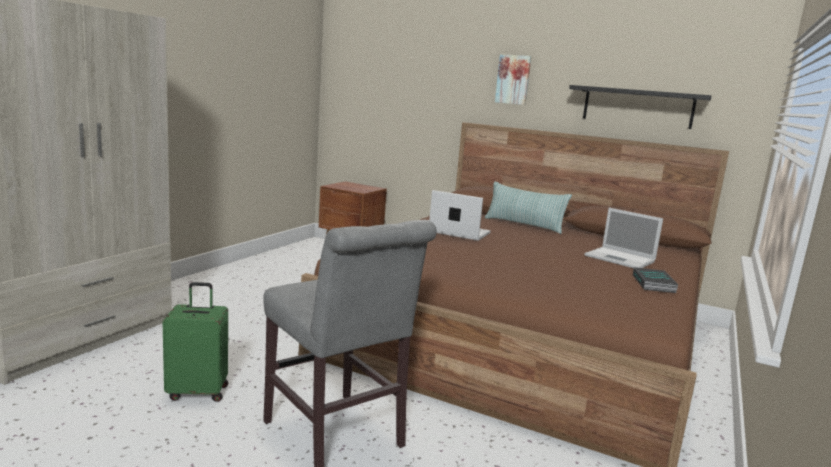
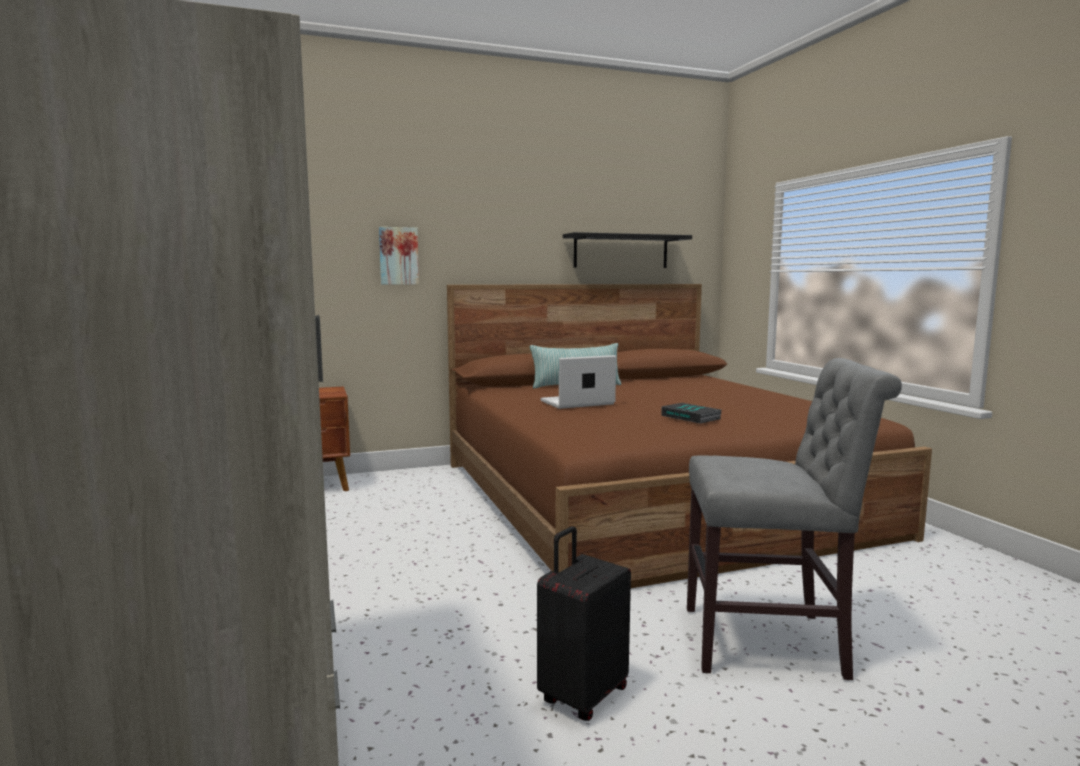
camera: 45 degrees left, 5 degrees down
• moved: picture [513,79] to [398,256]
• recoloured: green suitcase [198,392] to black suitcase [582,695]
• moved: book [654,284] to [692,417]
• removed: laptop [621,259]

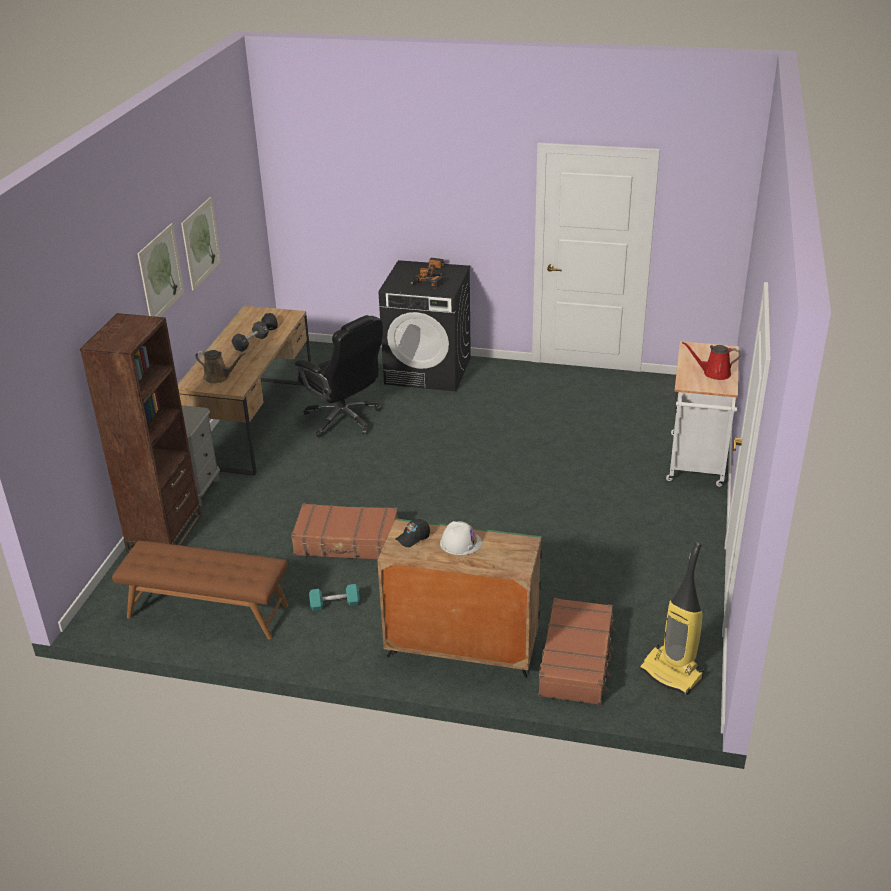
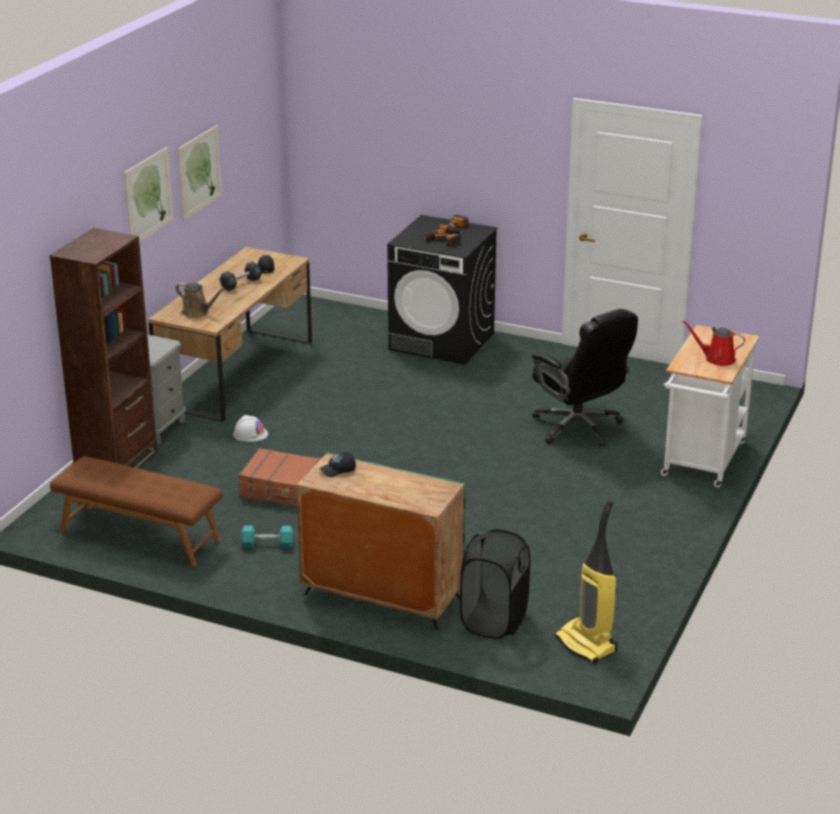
camera: 10 degrees right, 5 degrees down
• moved: white hard hat [460,543] to [250,434]
• replaced: brown suitcase [577,660] to black laundry basket [494,621]
• moved: black office chair [344,419] to [578,428]

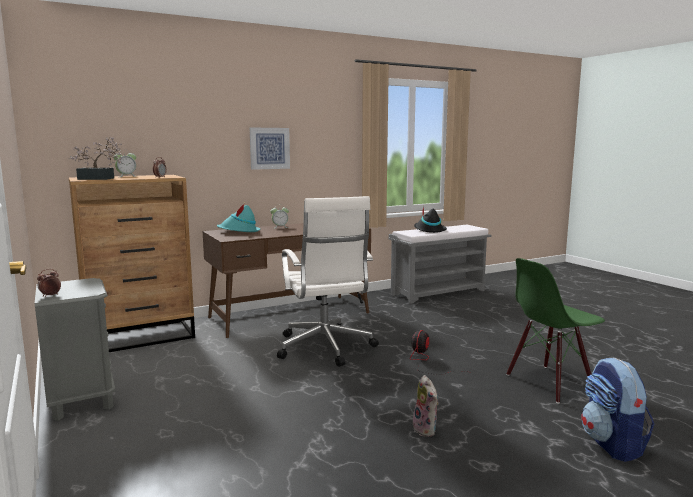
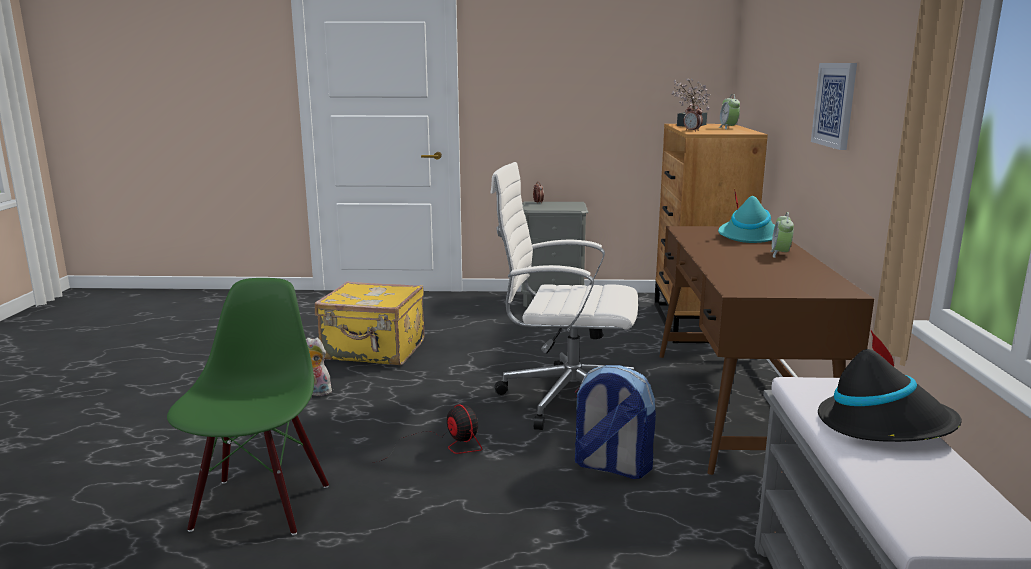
camera: 120 degrees right, 5 degrees up
• added: yellow suitcase [374,351]
• moved: backpack [612,444] to [610,466]

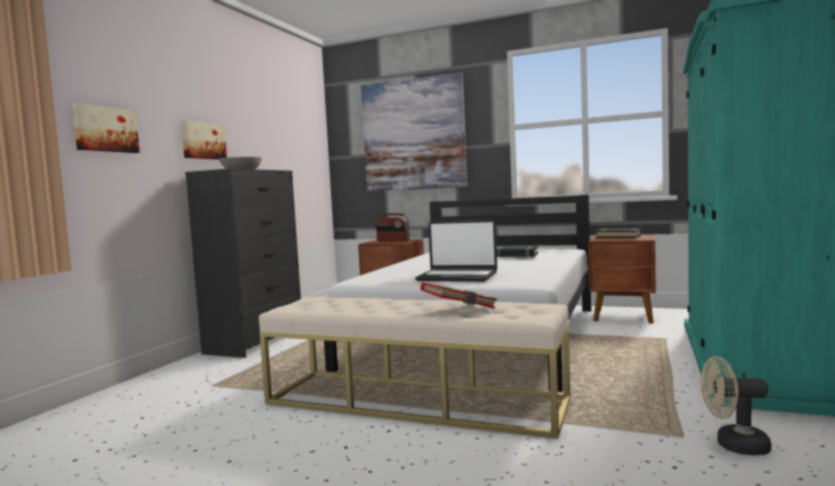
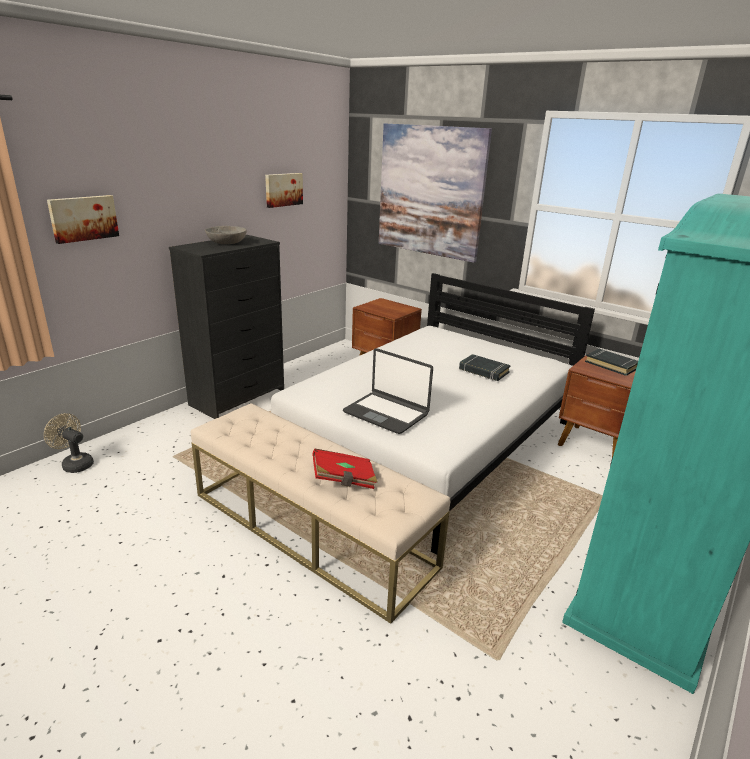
camera: 15 degrees right, 20 degrees up
• moved: beige fan [734,445] to [74,464]
• moved: picture [203,141] to [283,189]
• removed: radio [393,241]

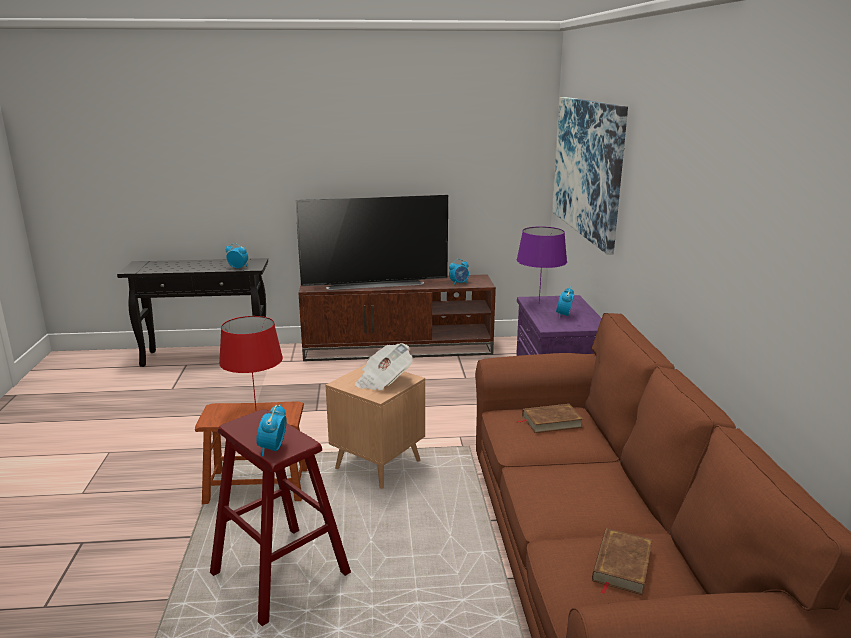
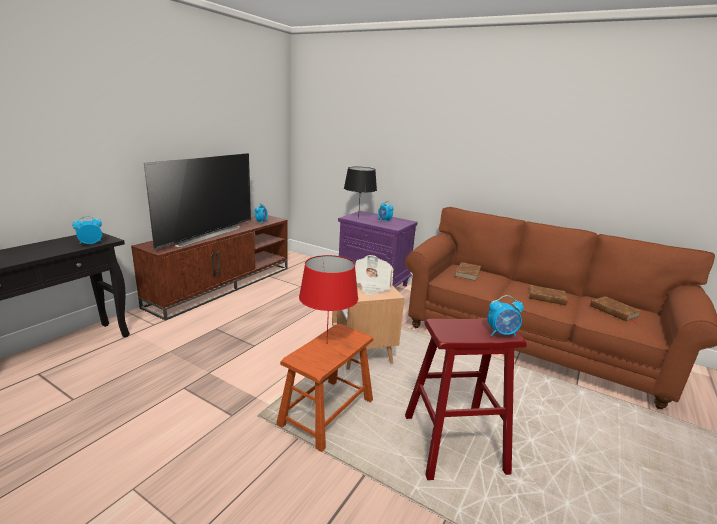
camera: 55 degrees left, 0 degrees up
• recoloured: purple table lamp [539,304] to black table lamp [358,218]
• turned: alarm clock [273,449] = [502,333] 45 degrees counterclockwise
• added: brown book [546,297]
• removed: picture [587,168]

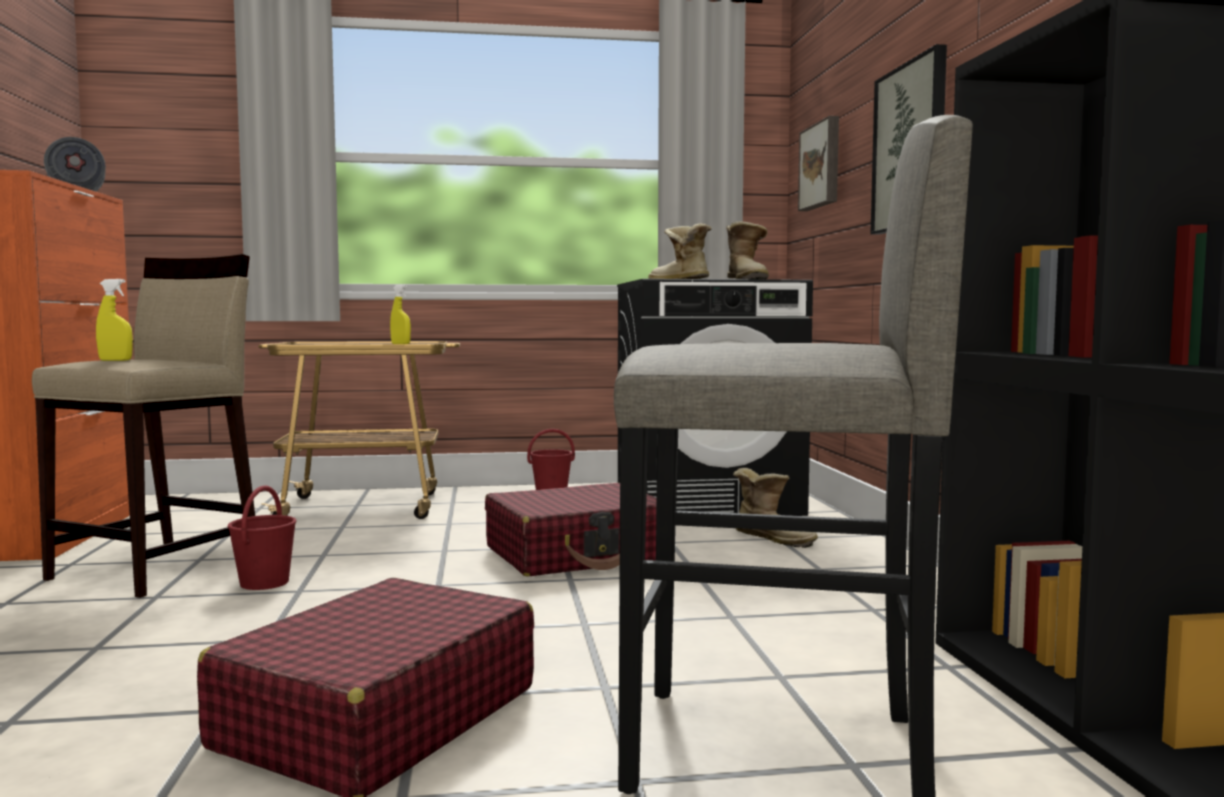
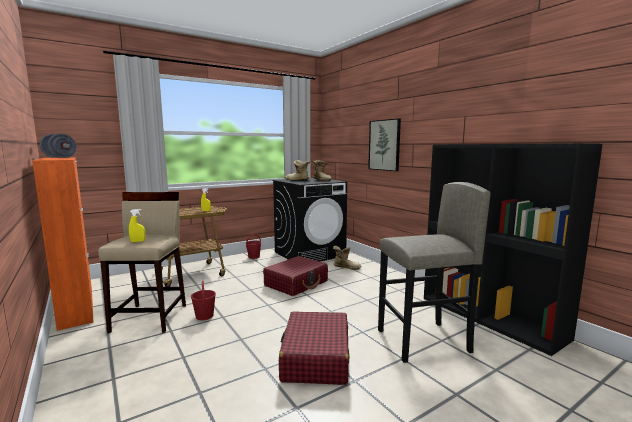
camera: 25 degrees left, 5 degrees up
• removed: picture [822,166]

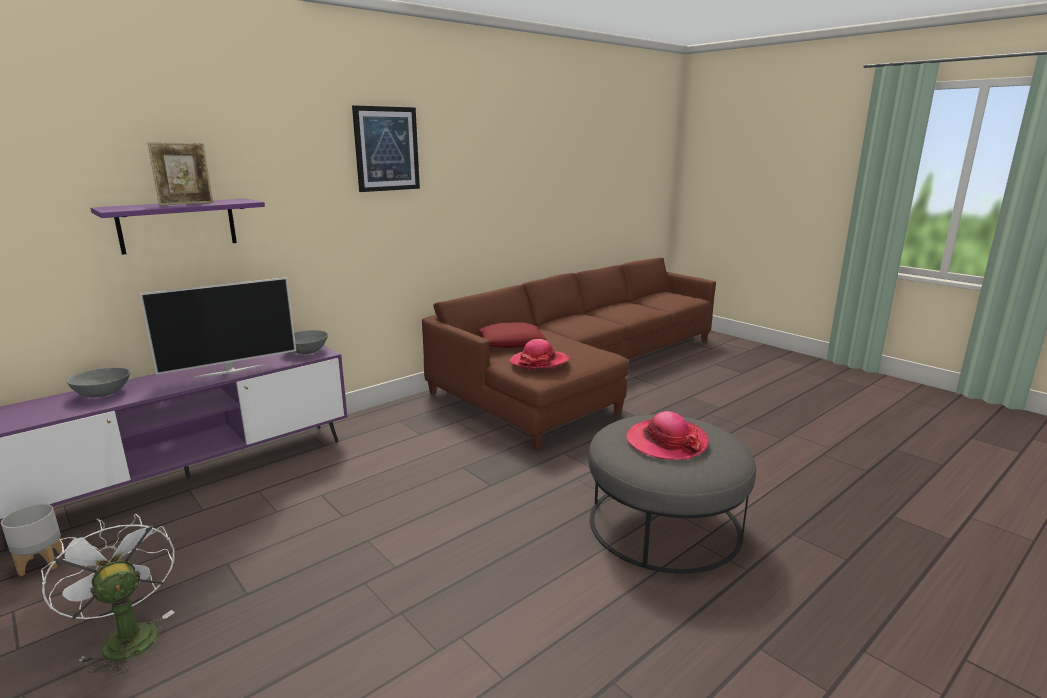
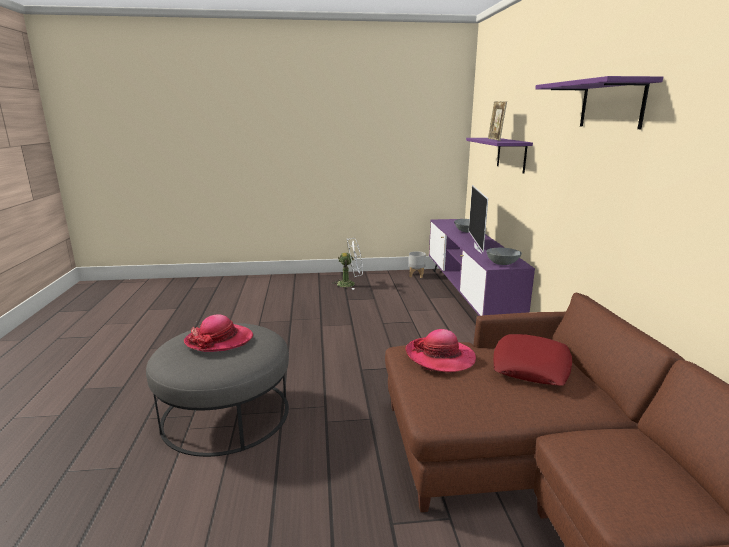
camera: 125 degrees right, 0 degrees up
• replaced: picture [386,149] to purple shelf [611,104]

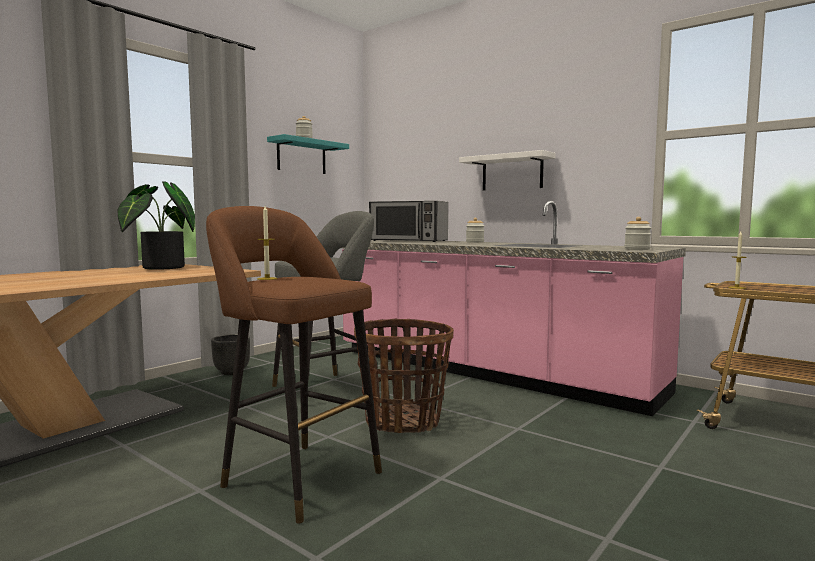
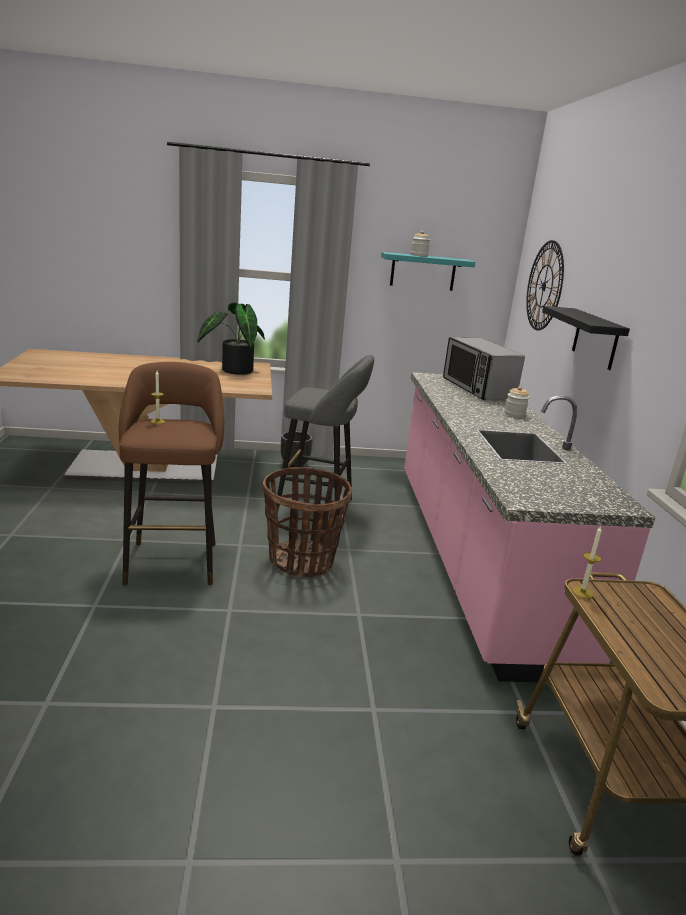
camera: 45 degrees right, 15 degrees up
• added: wall clock [544,286]
• recoloured: white shelf [512,172] to black shelf [595,338]
• removed: jar [637,249]

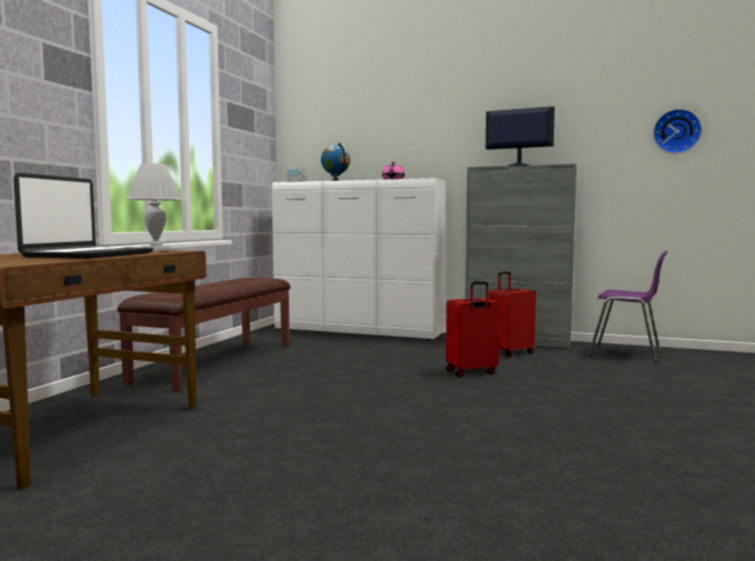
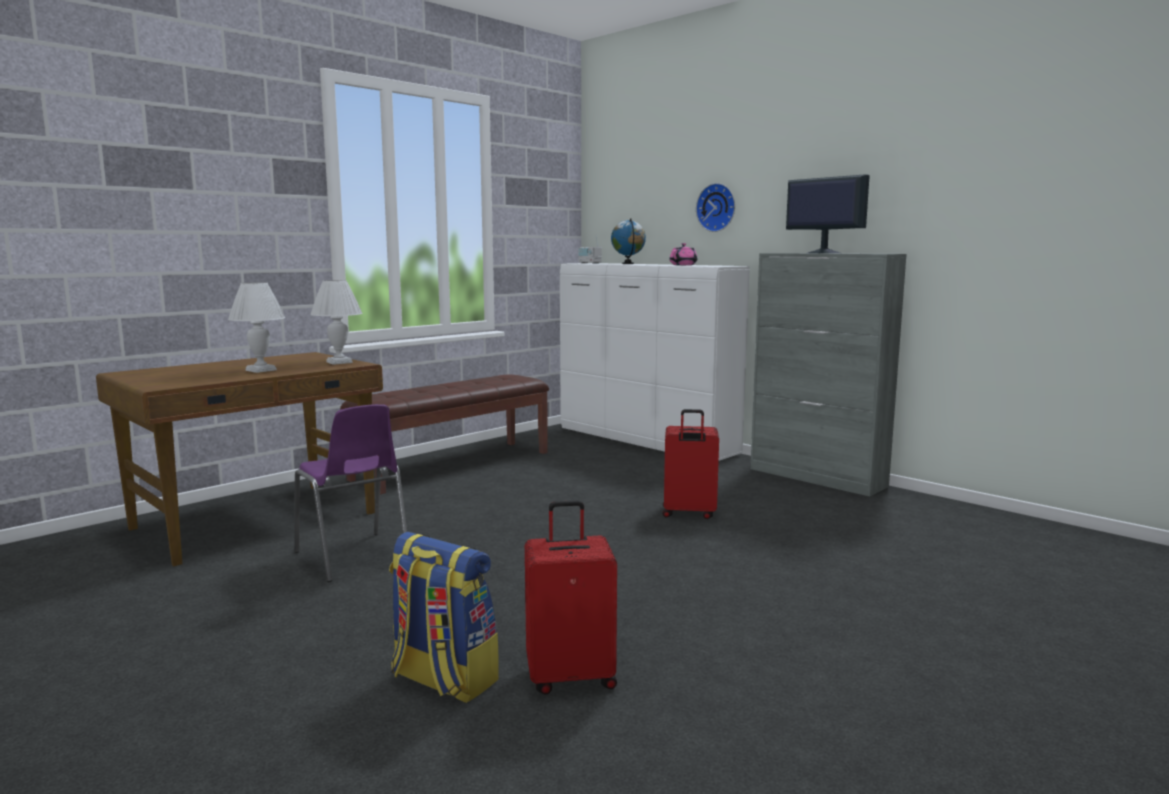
camera: 25 degrees right, 5 degrees up
• replaced: laptop [88,255] to white table lamp [261,370]
• moved: purple chair [627,354] to [353,558]
• added: backpack [442,679]
• moved: red suitcase [510,352] to [571,676]
• moved: wall clock [676,131] to [717,207]

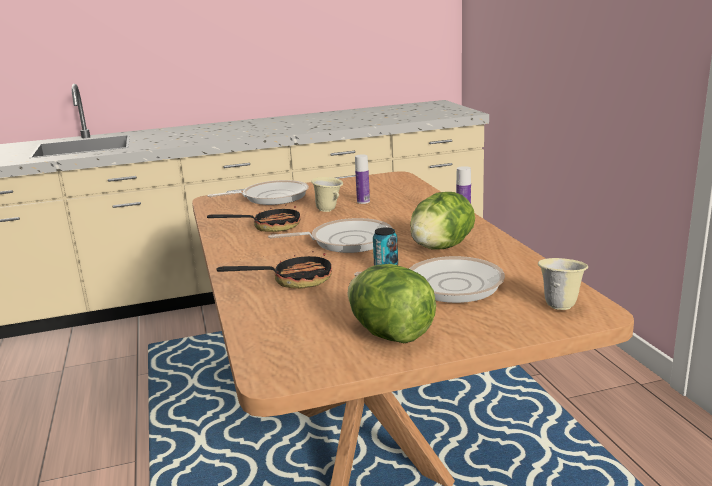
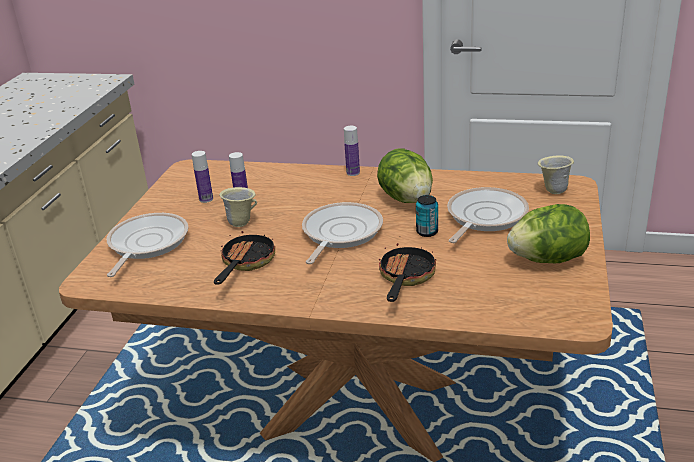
camera: 60 degrees left, 10 degrees up
• added: bottle [206,199]

